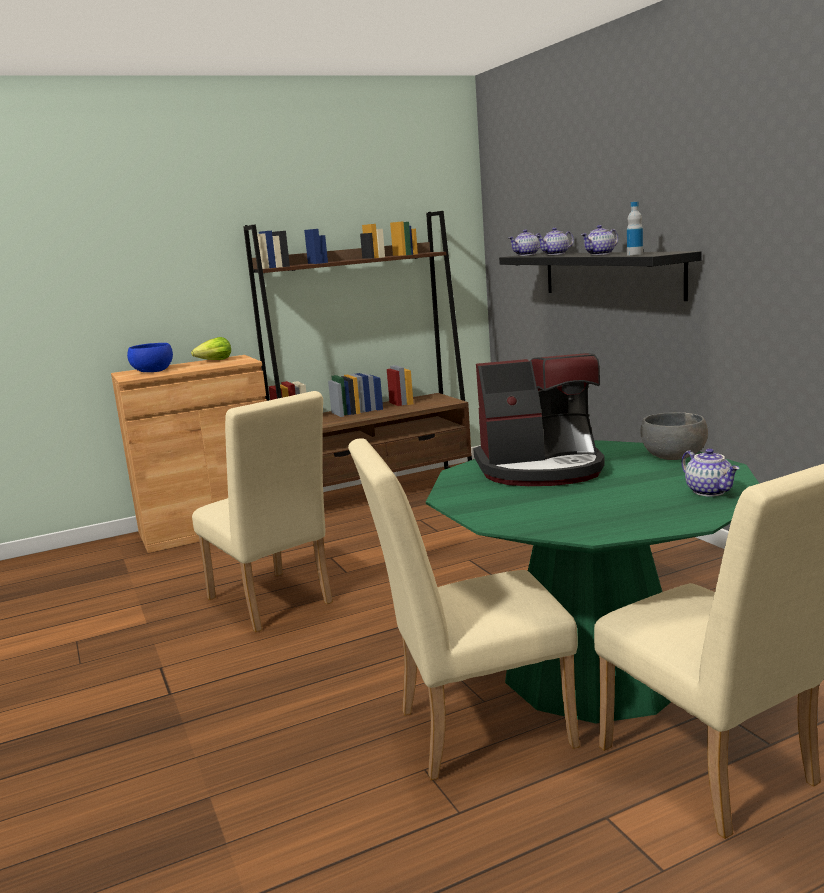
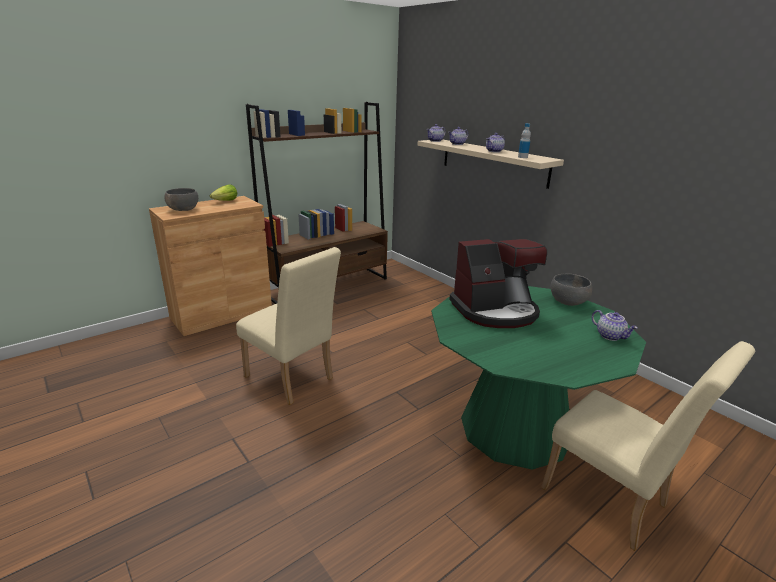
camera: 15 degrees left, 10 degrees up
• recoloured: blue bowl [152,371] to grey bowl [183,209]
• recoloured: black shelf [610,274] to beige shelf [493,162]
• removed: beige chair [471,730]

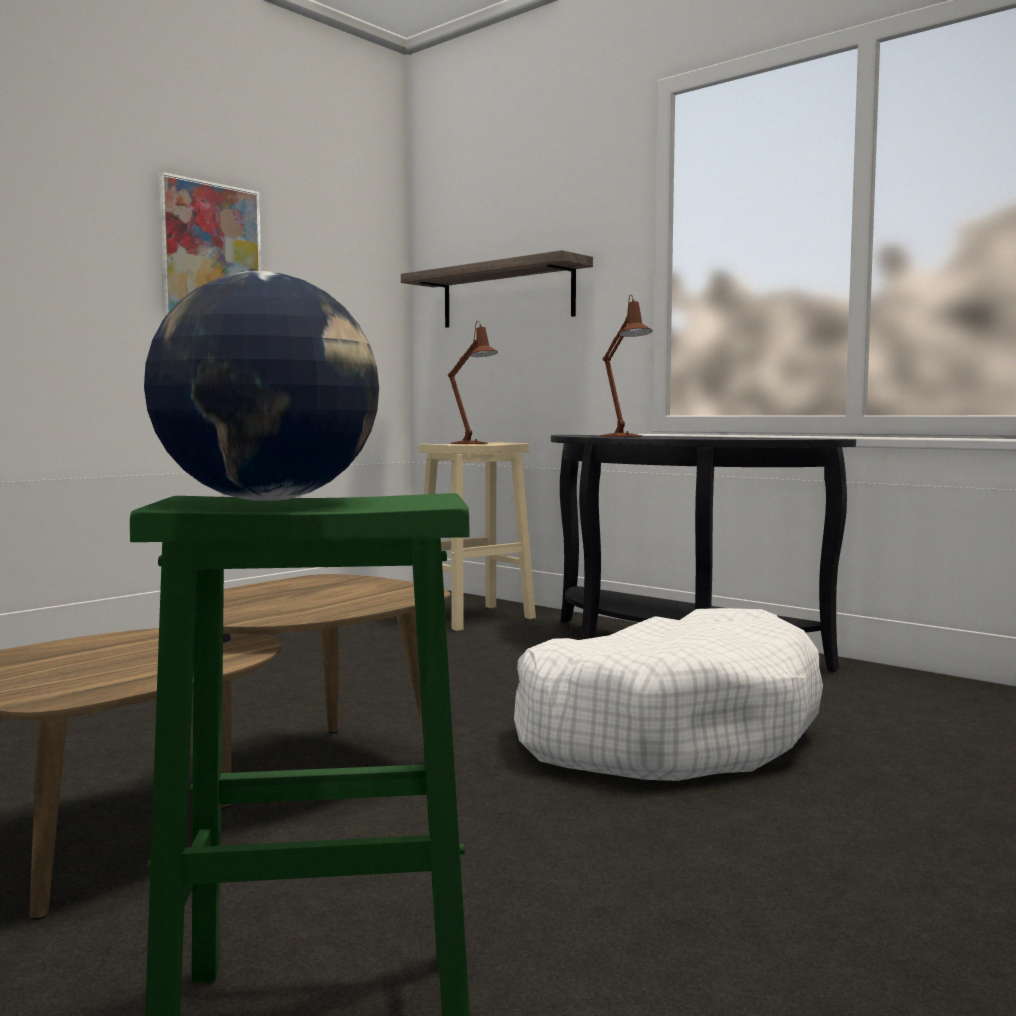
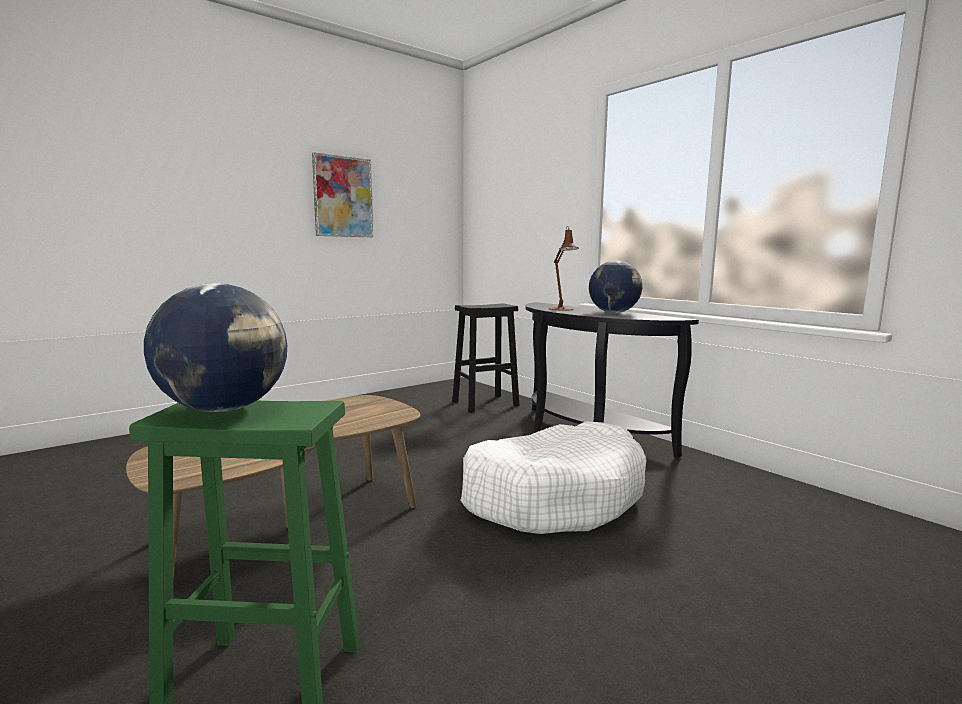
camera: 10 degrees right, 5 degrees up
• recoloured: beige stool [476,617] to black stool [486,403]
• added: globe [613,312]
• removed: shelf [507,295]
• removed: brown table lamp [472,443]

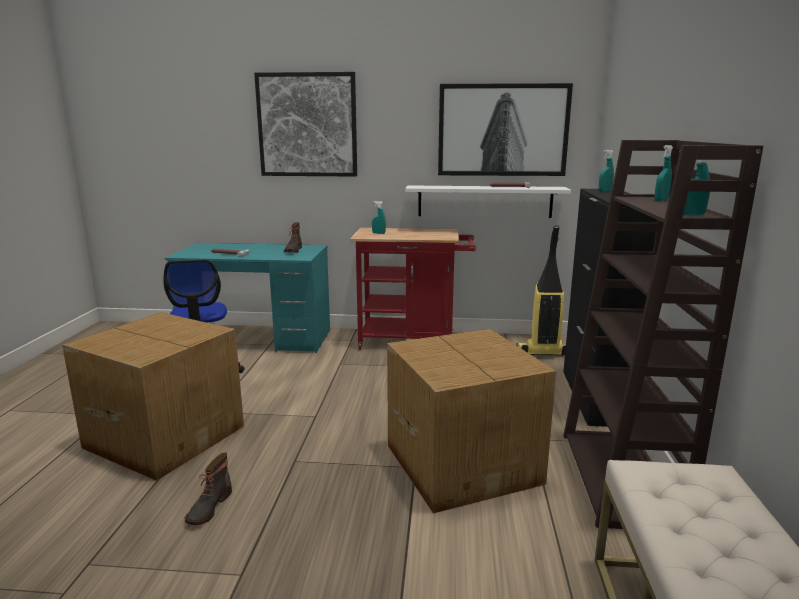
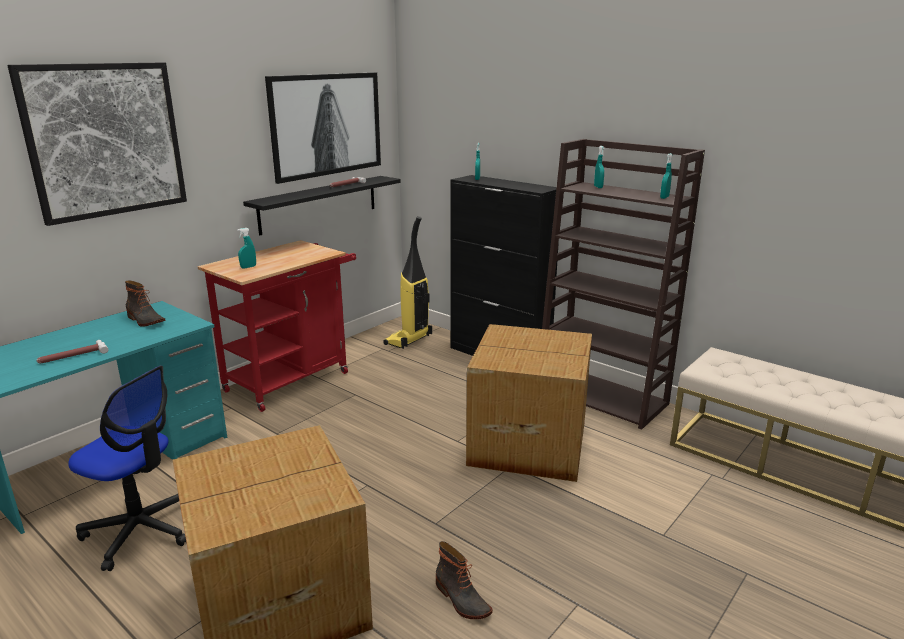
camera: 55 degrees left, 5 degrees up
• recoloured: white shelf [484,201] to black shelf [319,204]

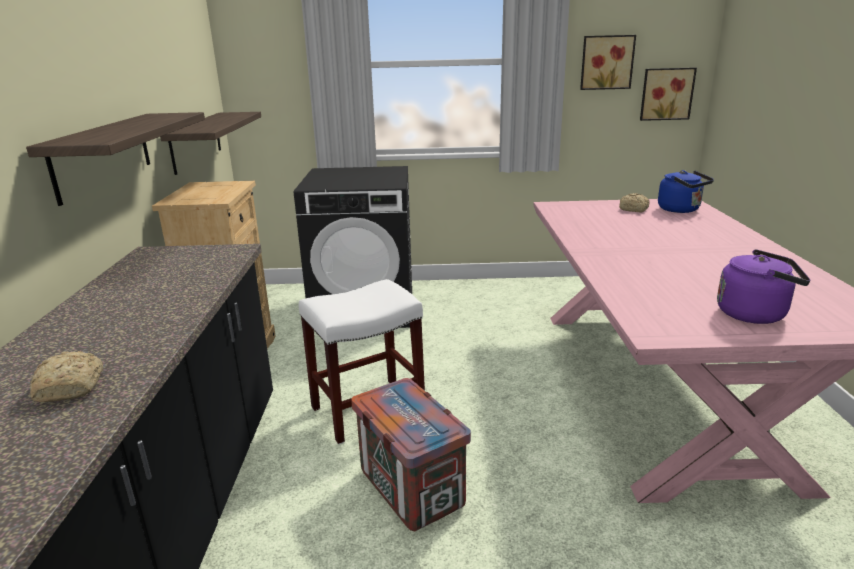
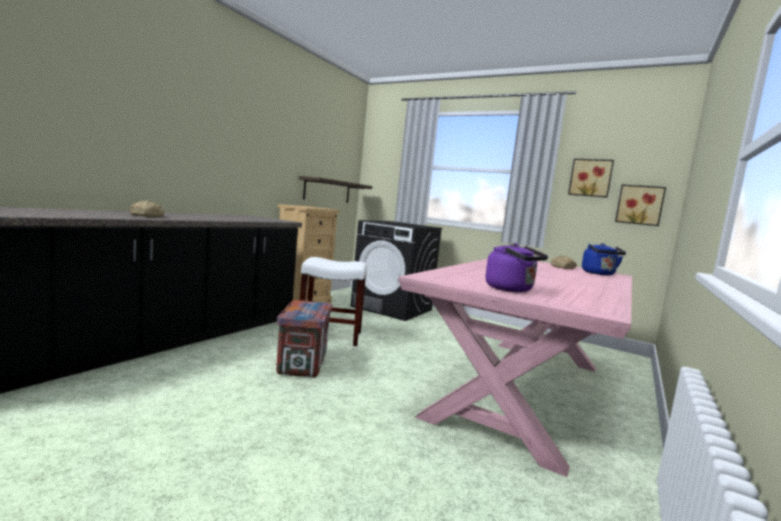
camera: 30 degrees right, 15 degrees down
• removed: shelf [103,155]

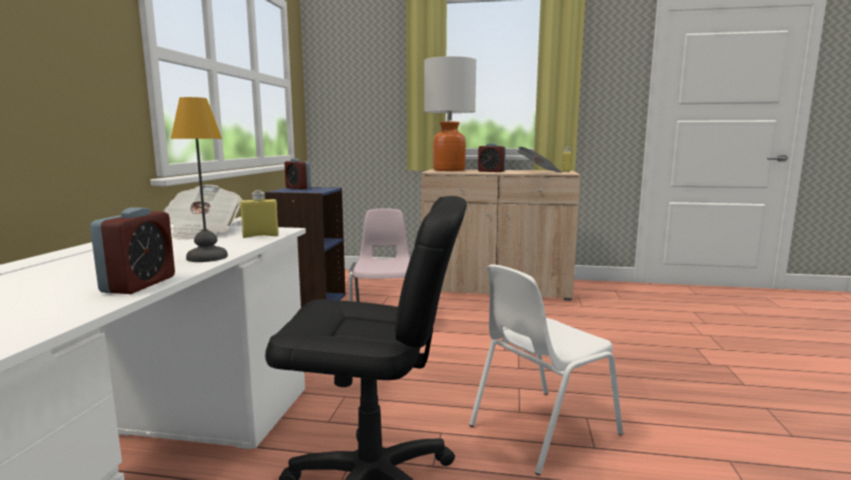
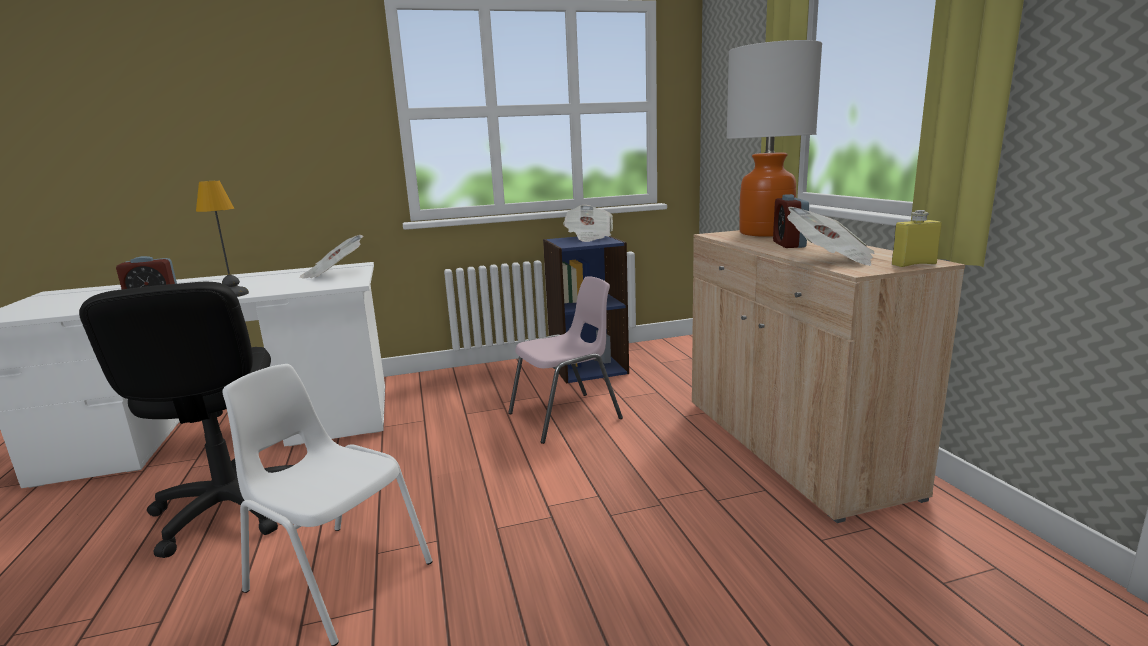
camera: 65 degrees right, 5 degrees up
• replaced: alarm clock [298,188] to newspaper [589,237]
• removed: yellow bottle [261,236]

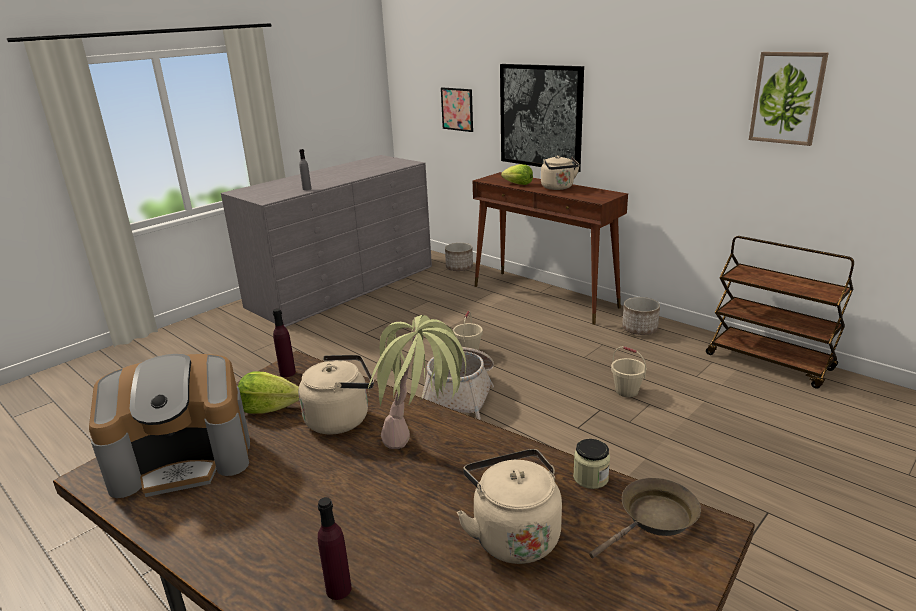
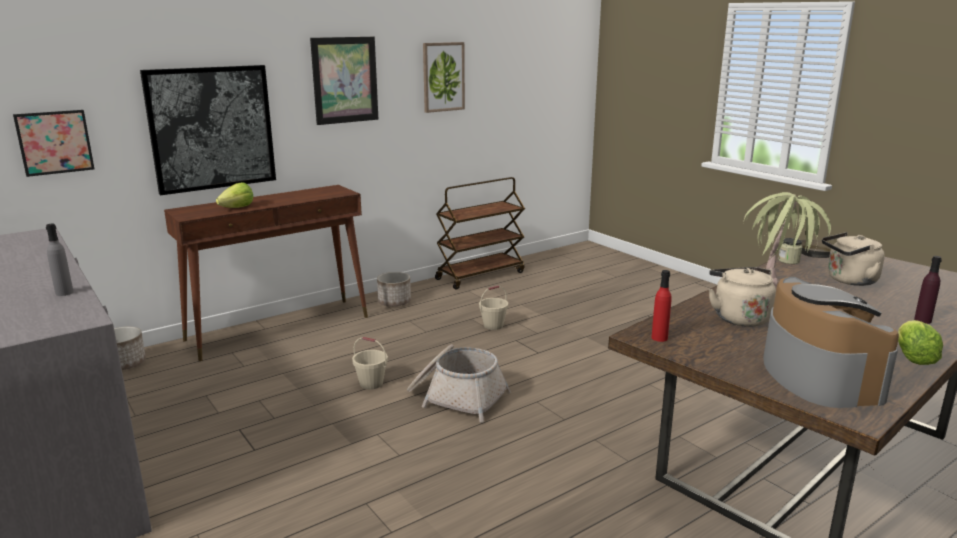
camera: 80 degrees left, 5 degrees down
• added: picture [345,80]
• recoloured: purple bottle [287,373] to red bottle [659,338]
• moved: lettuce [269,408] to [912,357]
• removed: beige kettle [558,188]

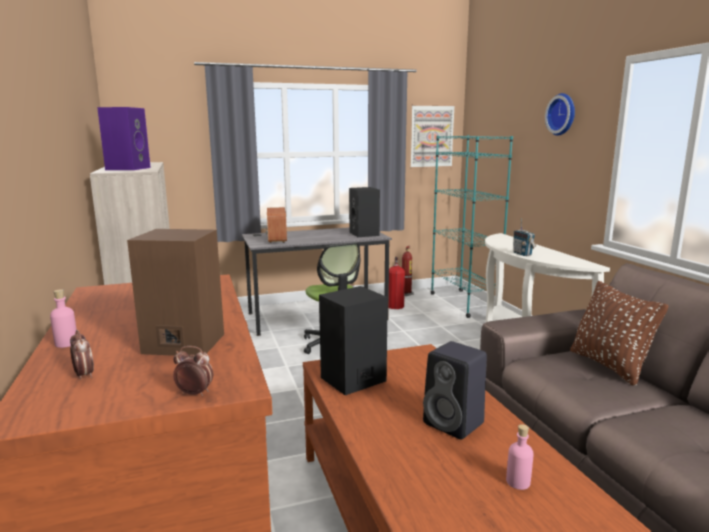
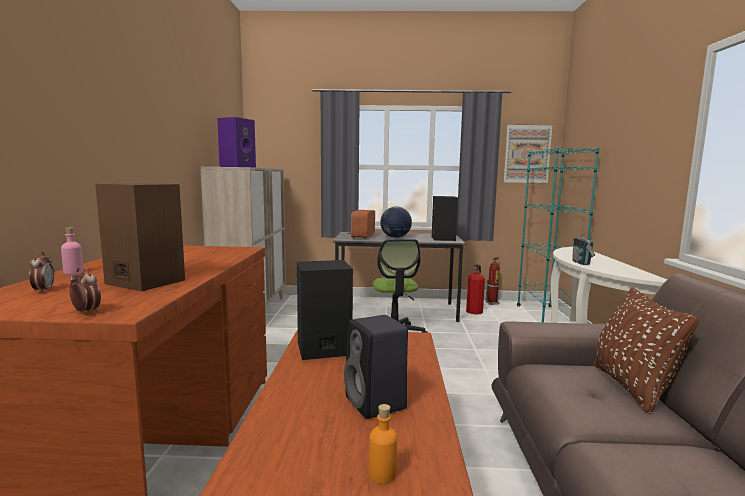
camera: 20 degrees right, 5 degrees down
• recoloured: pink bottle [518,482] to orange bottle [382,474]
• added: globe [395,237]
• removed: wall clock [563,114]

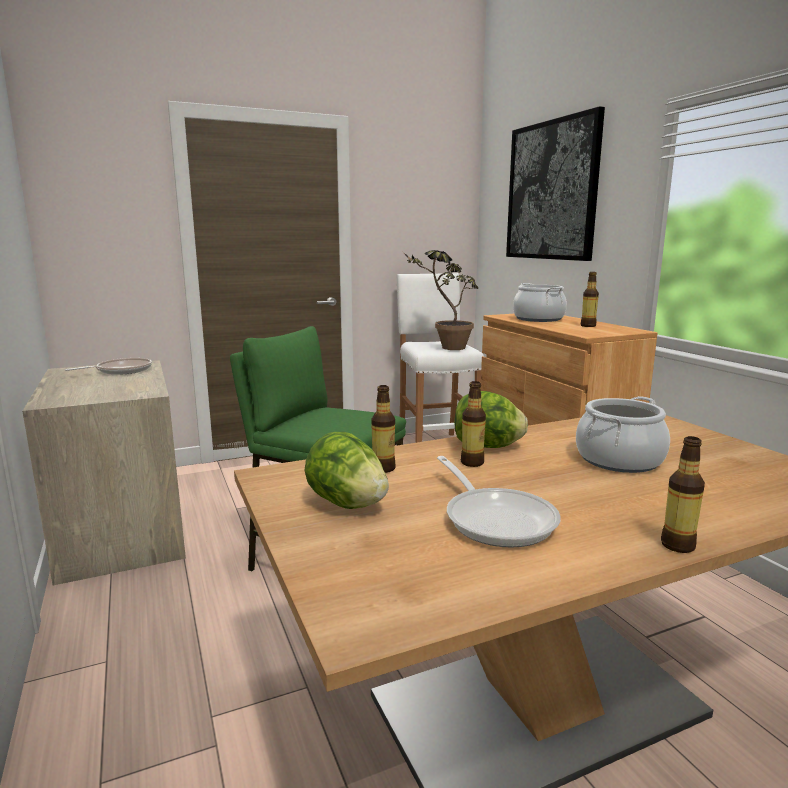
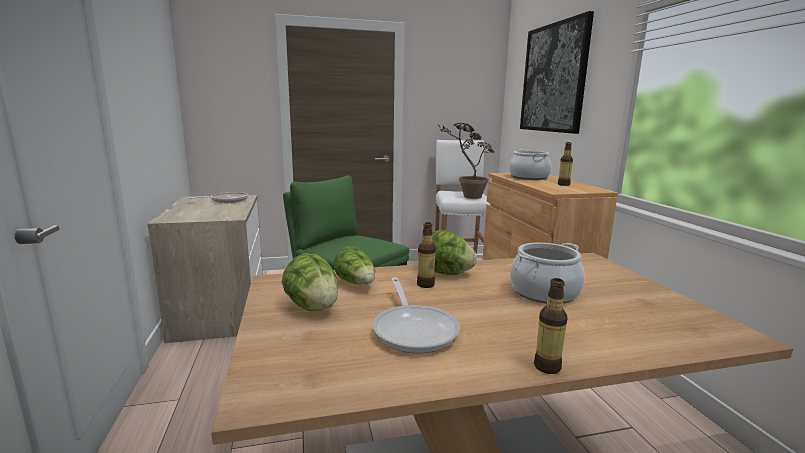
camera: 10 degrees right, 0 degrees up
• replaced: bottle [383,468] to lettuce [356,283]

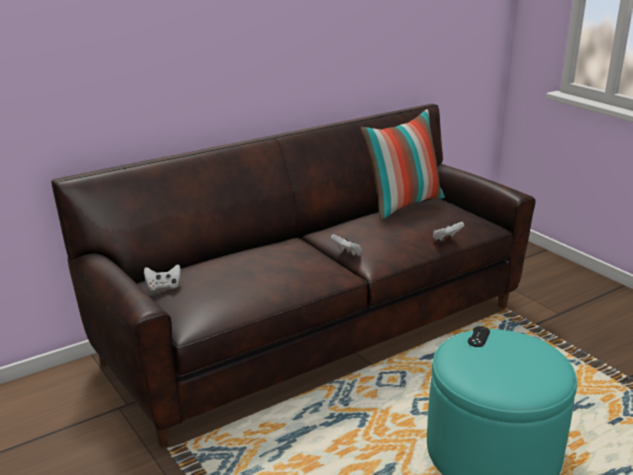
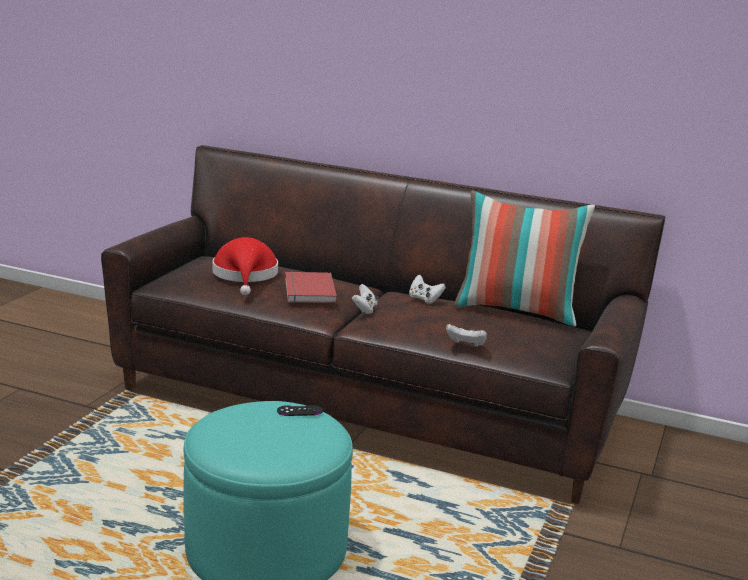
camera: 55 degrees right, 5 degrees down
• added: red hat [245,276]
• added: red book [307,290]
• moved: white game controller [163,286] to [424,299]

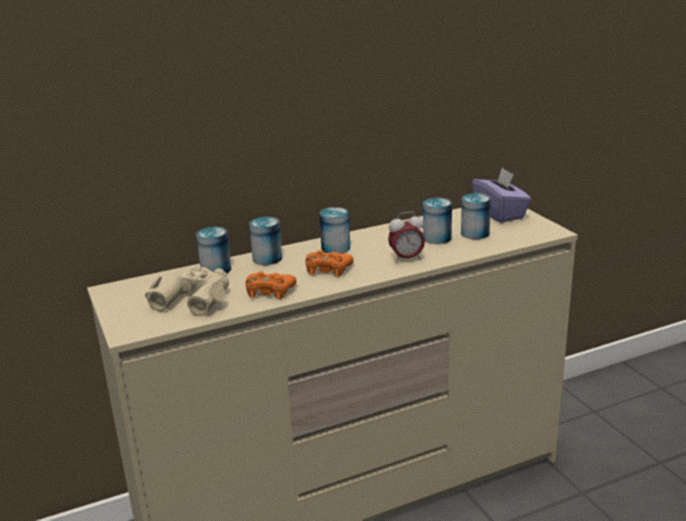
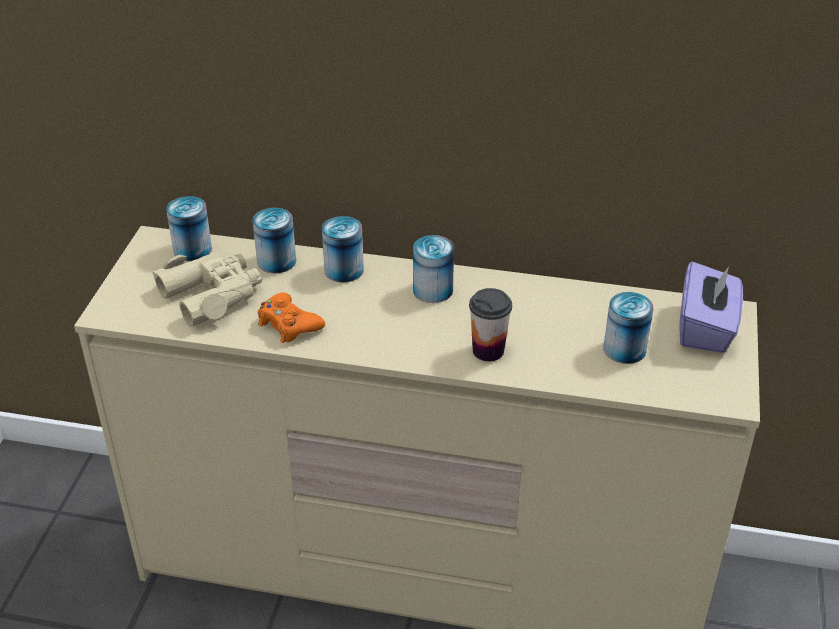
camera: 35 degrees right, 15 degrees up
• moved: can [437,238] to [192,249]
• replaced: alarm clock [406,259] to cup [488,350]
• removed: orange game controller [327,269]

